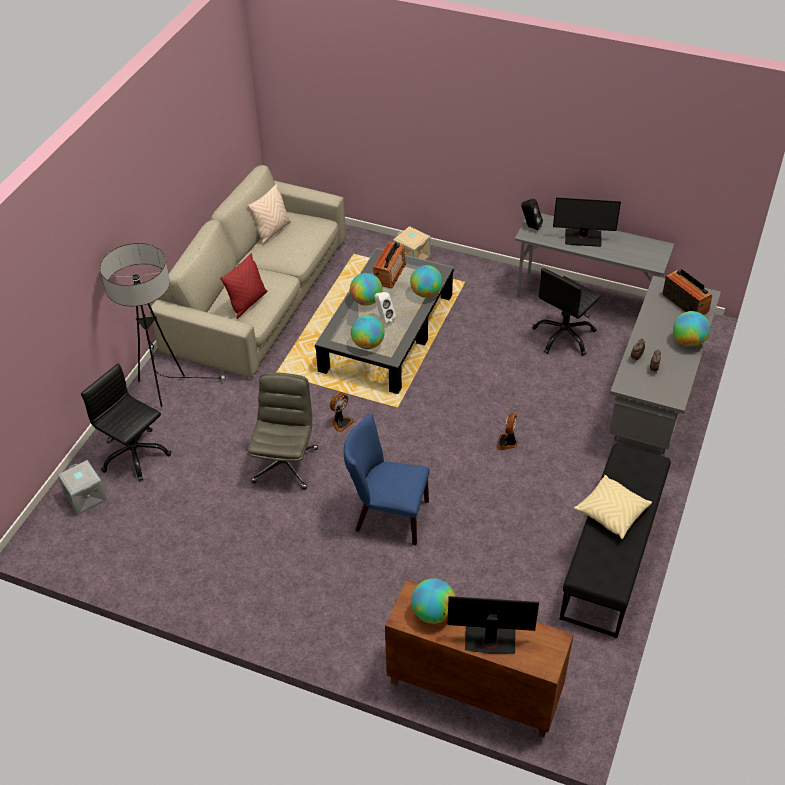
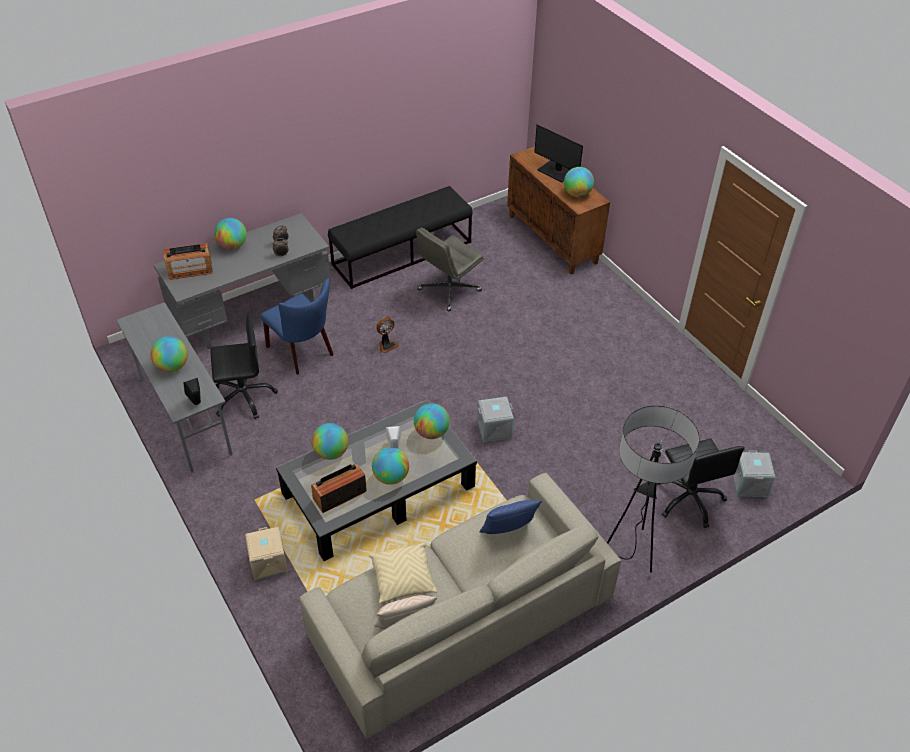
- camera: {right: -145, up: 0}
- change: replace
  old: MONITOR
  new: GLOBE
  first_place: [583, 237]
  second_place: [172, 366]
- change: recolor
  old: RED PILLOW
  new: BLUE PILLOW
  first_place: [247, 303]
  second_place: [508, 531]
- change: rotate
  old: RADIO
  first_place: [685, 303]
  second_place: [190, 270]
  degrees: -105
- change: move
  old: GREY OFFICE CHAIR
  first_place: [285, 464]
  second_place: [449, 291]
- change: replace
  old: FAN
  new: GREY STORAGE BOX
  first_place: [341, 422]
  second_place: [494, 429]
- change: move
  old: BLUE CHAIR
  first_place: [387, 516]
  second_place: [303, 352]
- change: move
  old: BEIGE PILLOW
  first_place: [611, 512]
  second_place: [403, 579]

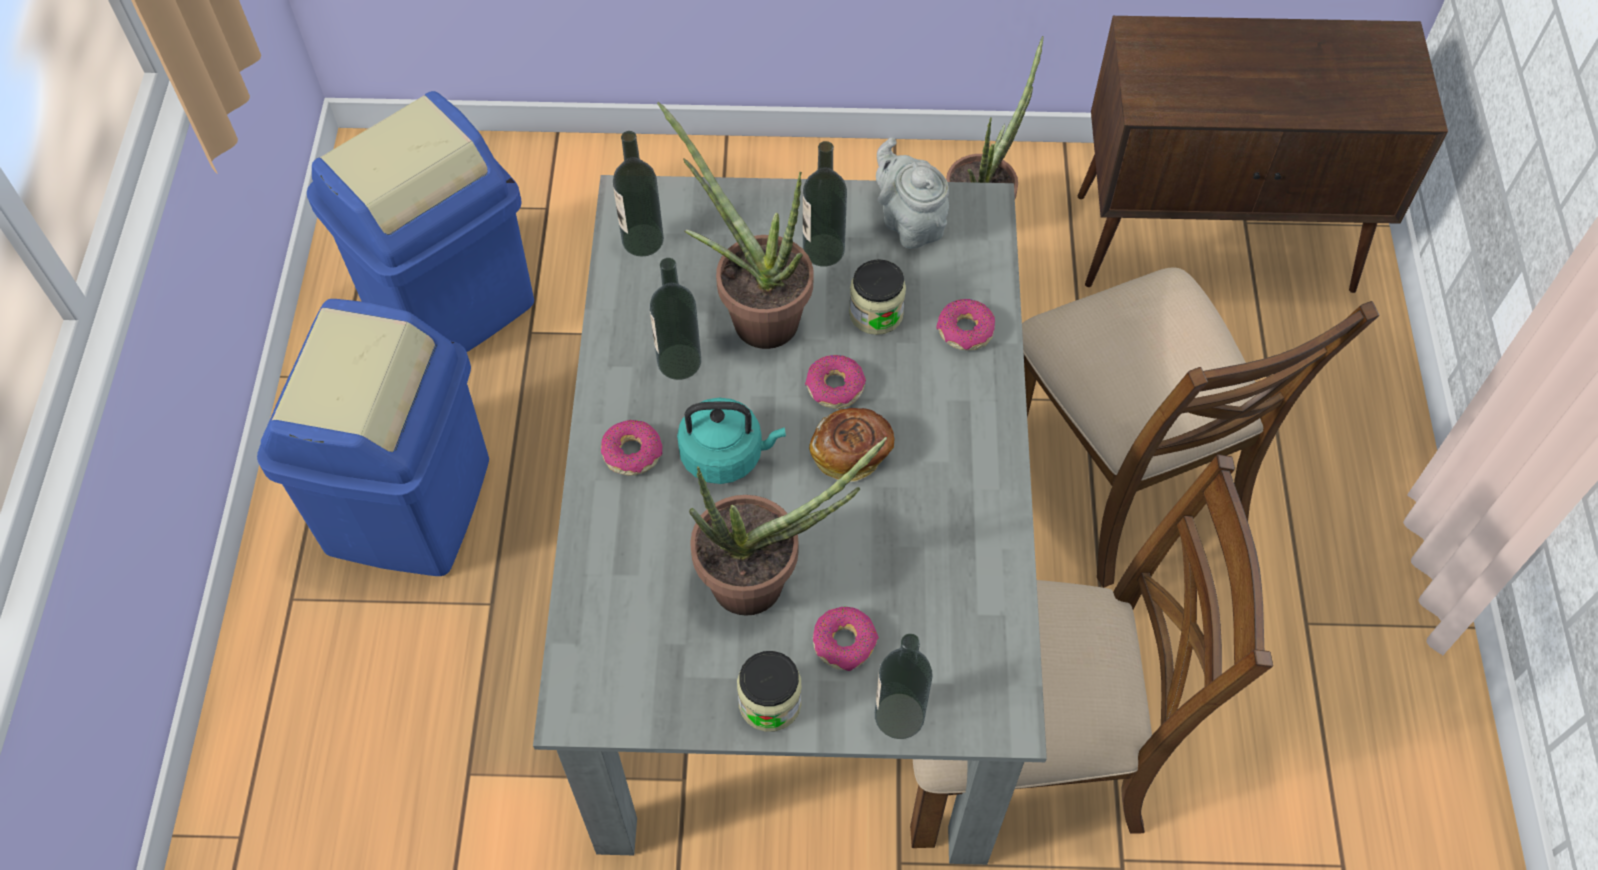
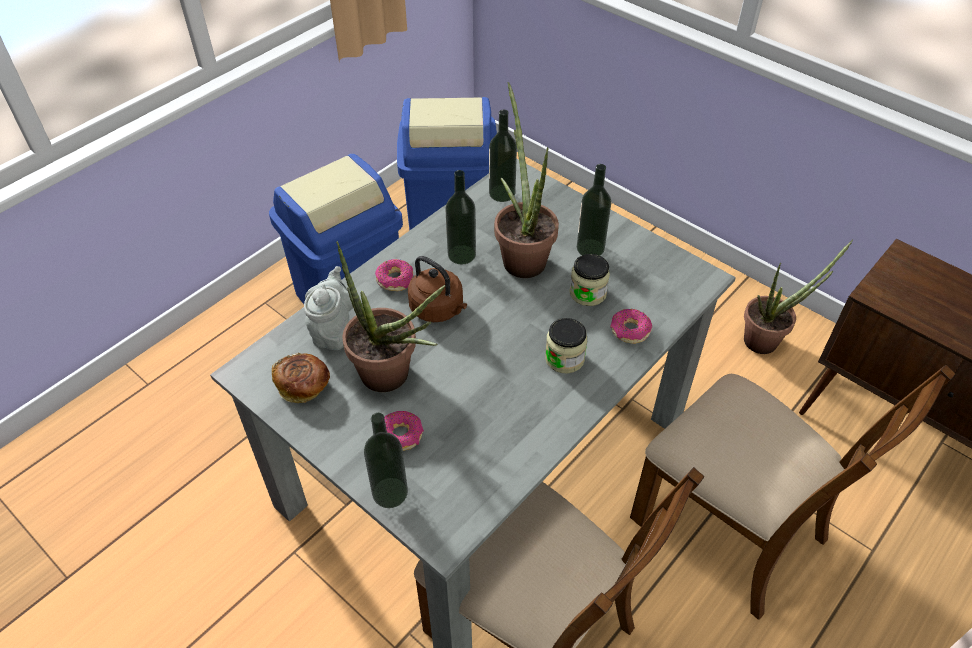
- camera: {right: 40, up: -10}
- change: move
  old: GREY TEAPOT
  first_place: [909, 223]
  second_place: [333, 331]
- change: rotate
  old: BROWN CHAIR
  first_place: [1124, 476]
  second_place: [731, 528]
  degrees: -60
- change: delete
  old: DONUT
  first_place: [834, 387]
- change: recolor
  old: TURQUOISE KETTLE
  new: BROWN KETTLE
  first_place: [726, 455]
  second_place: [439, 309]
- change: move
  old: BREAD
  first_place: [852, 453]
  second_place: [304, 386]
- change: move
  old: JAR
  first_place: [770, 702]
  second_place: [564, 358]

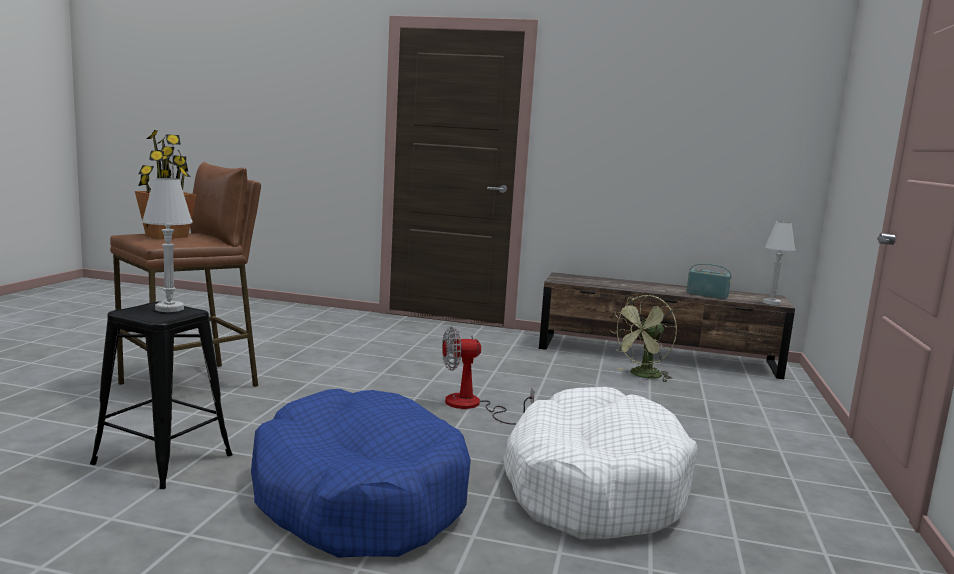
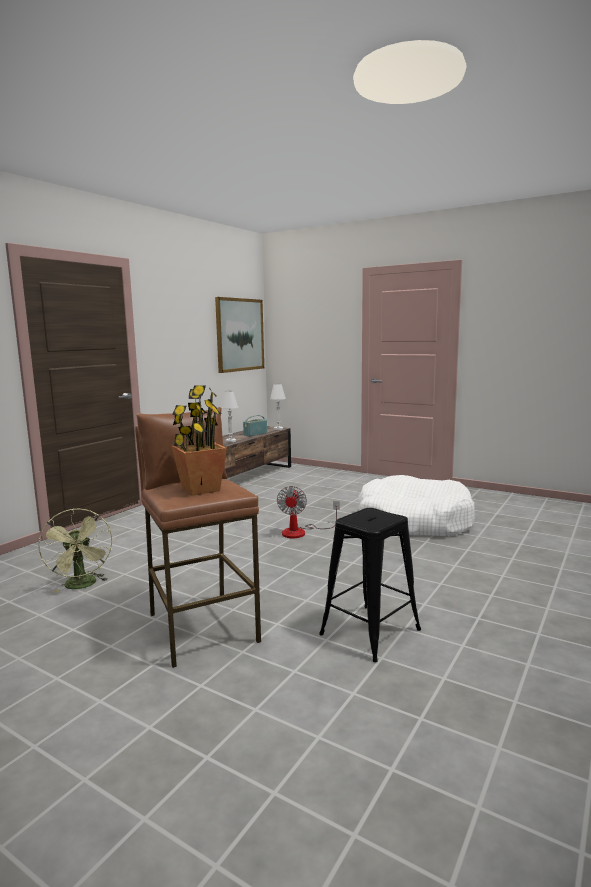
- camera: {right: -70, up: 0}
- change: move
  old: WHITE TABLE LAMP
  first_place: [169, 308]
  second_place: [230, 441]
- change: move
  old: GREEN FAN
  first_place: [642, 376]
  second_place: [82, 586]
- change: delete
  old: BLUE DOG BED
  first_place: [358, 497]
- change: insert
  new: PICTURE
  second_place: [240, 335]

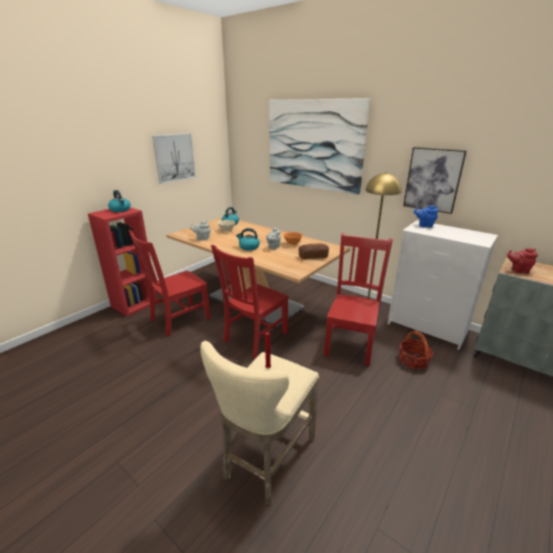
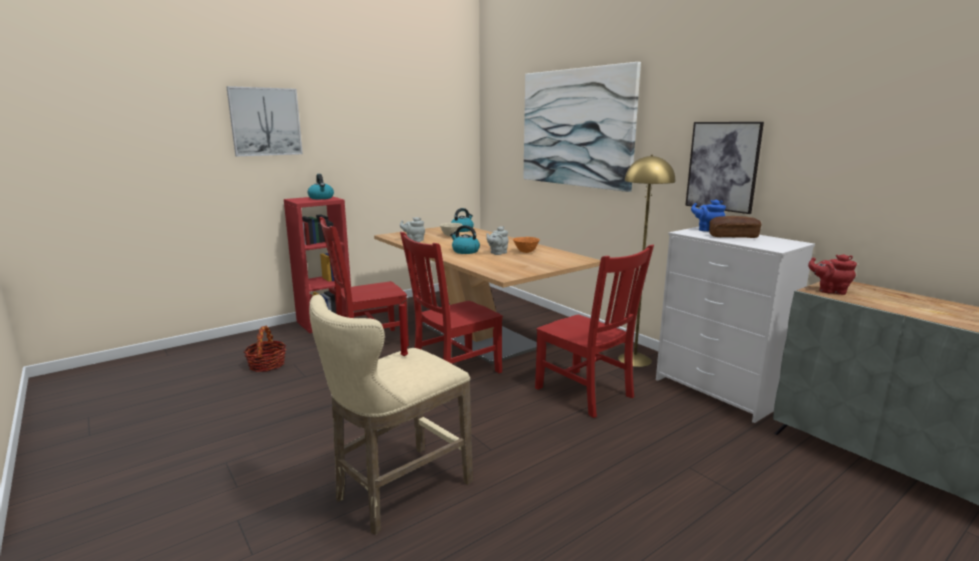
- camera: {right: 15, up: -10}
- change: move
  old: PICTURE
  first_place: [174, 157]
  second_place: [265, 122]
- change: rotate
  old: RED CHAIR
  first_place: [351, 343]
  second_place: [586, 393]
  degrees: 105
- change: move
  old: BREAD
  first_place: [313, 256]
  second_place: [733, 236]
- change: move
  old: BASKET
  first_place: [413, 360]
  second_place: [267, 365]

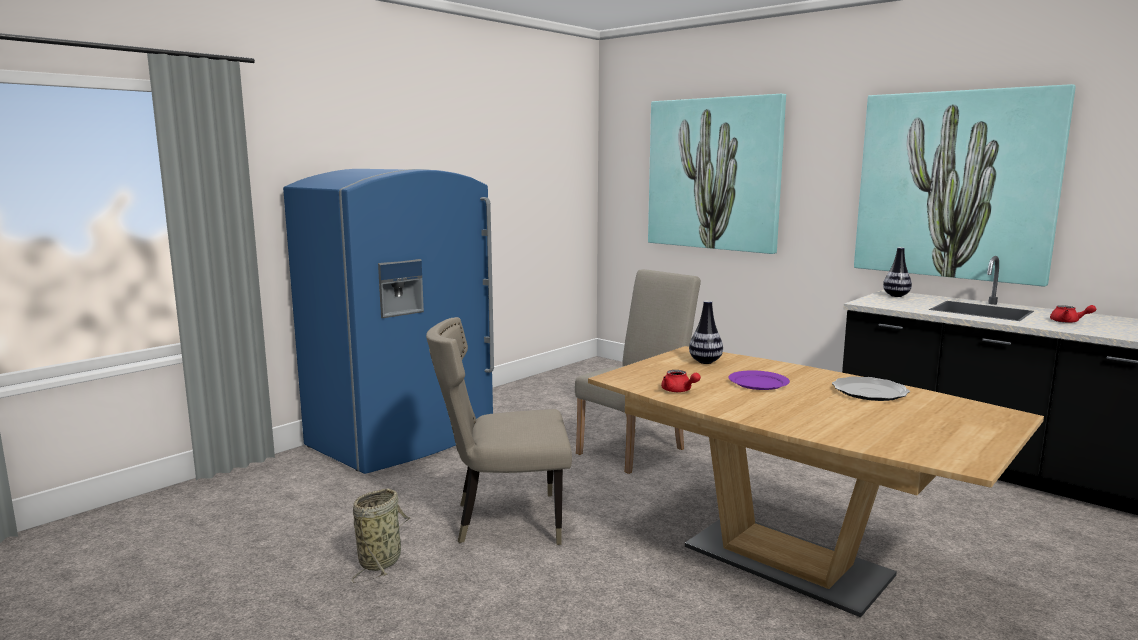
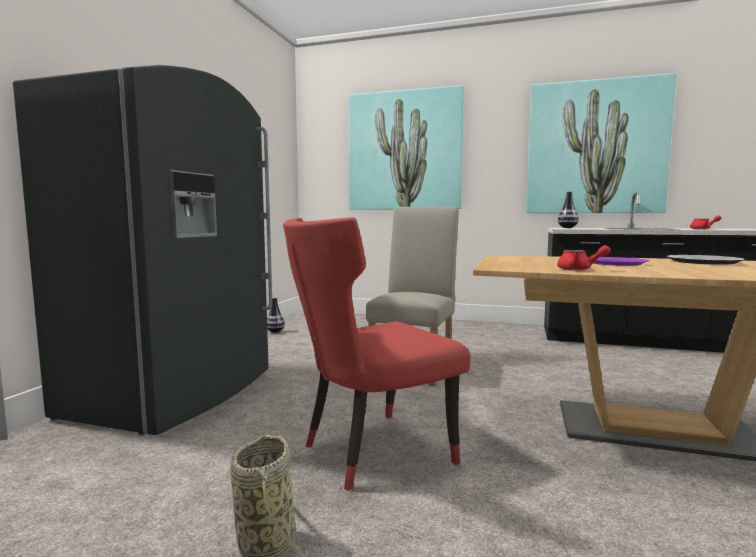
- camera: {right: -25, up: -5}
- change: recolor
  old: BLUE FRIDGE
  new: GREY FRIDGE
  first_place: [404, 440]
  second_place: [176, 393]
- change: move
  old: VASE
  first_place: [705, 362]
  second_place: [275, 331]
- change: recolor
  old: BEIGE CHAIR
  new: RED CHAIR
  first_place: [504, 520]
  second_place: [370, 452]

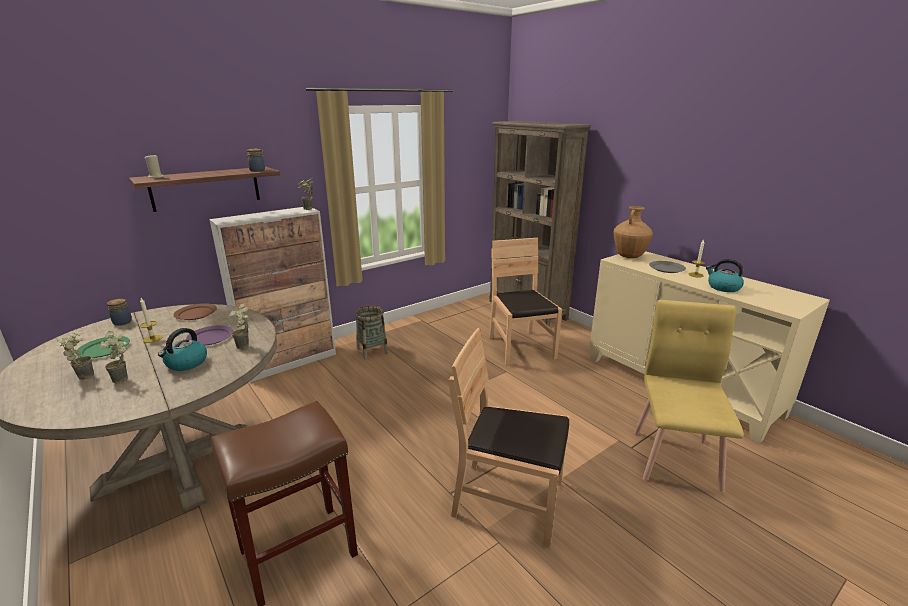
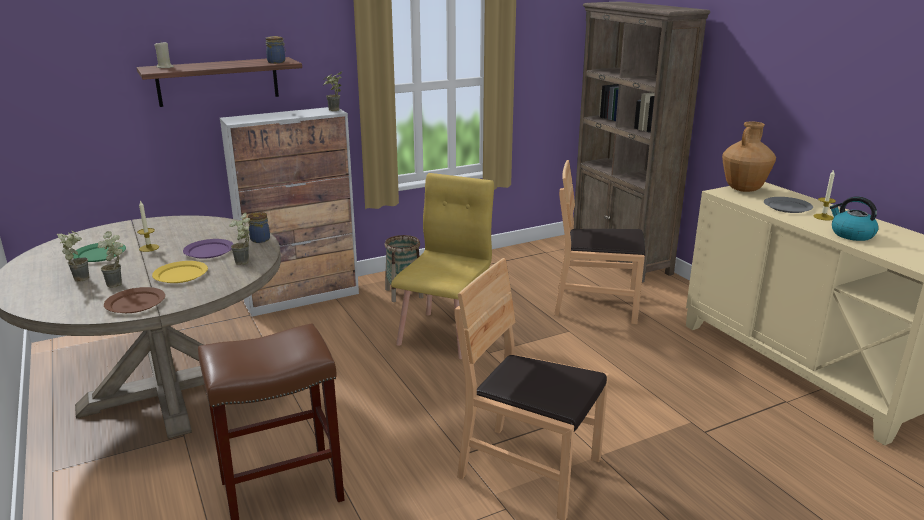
- camera: {right: 10, up: 0}
- change: rotate
  old: BROWN CHAIR
  first_place: [520, 347]
  second_place: [596, 304]
  degrees: -75
- change: move
  old: JAR
  first_place: [123, 322]
  second_place: [260, 239]
- change: move
  old: YELLOW CHAIR
  first_place: [676, 458]
  second_place: [445, 334]
- change: move
  old: BROWN PLATE
  first_place: [196, 313]
  second_place: [135, 303]
- change: replace
  old: KETTLE
  new: YELLOW PLATE
  first_place: [186, 363]
  second_place: [181, 274]

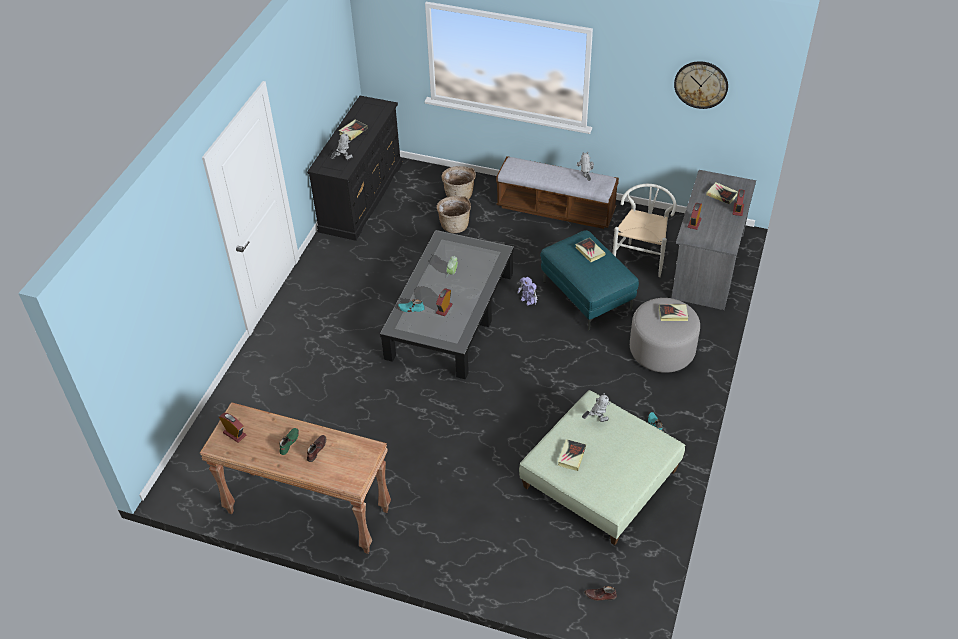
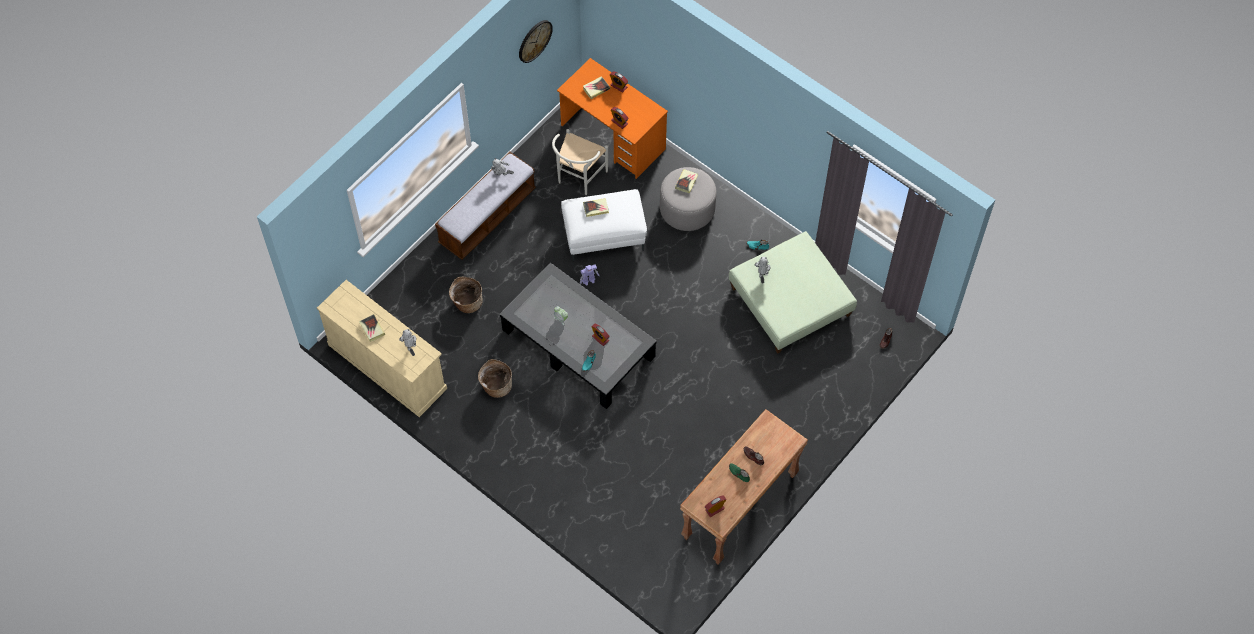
- camera: {right: -70, up: 15}
- change: recolor
  old: BLACK DRESSER
  new: BEIGE DRESSER
  first_place: [361, 196]
  second_place: [386, 366]
- change: move
  old: BASKET
  first_place: [459, 194]
  second_place: [496, 386]
- change: recolor
  old: GREY DESK
  new: ORANGE DESK
  first_place: [707, 266]
  second_place: [613, 137]
- change: rotate
  old: WHITE CHAIR
  first_place: [642, 256]
  second_place: [578, 178]
  degrees: -105
- change: recolor
  old: TURQUOISE OTTOMAN
  new: WHITE OTTOMAN
  first_place: [587, 295]
  second_place: [604, 235]
- change: delete
  old: BOOK
  first_place: [571, 456]

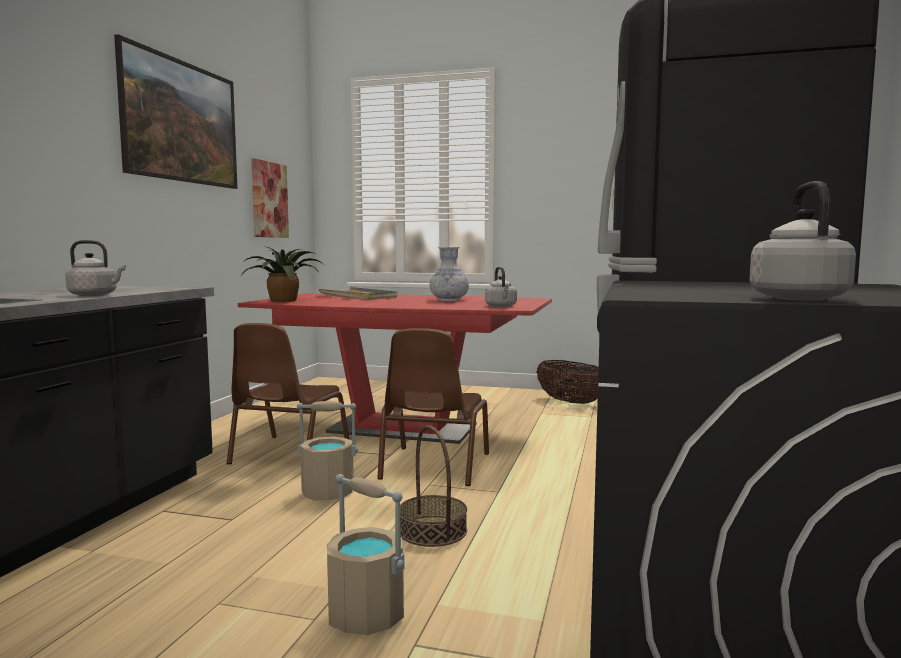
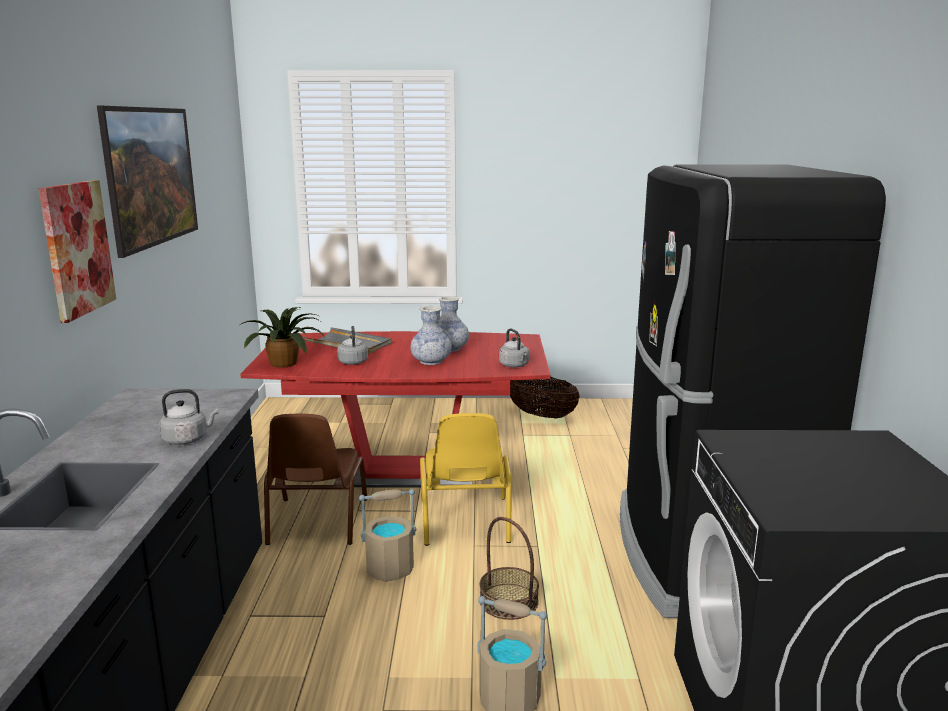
- camera: {right: -15, up: 10}
- change: move
  old: PICTURE
  first_place: [269, 200]
  second_place: [77, 248]
- change: move
  old: GREY KETTLE
  first_place: [796, 298]
  second_place: [353, 362]
- change: recolor
  old: BROWN CHAIR
  new: YELLOW CHAIR
  first_place: [433, 467]
  second_place: [465, 522]
- change: insert
  new: VASE
  second_place: [431, 361]

